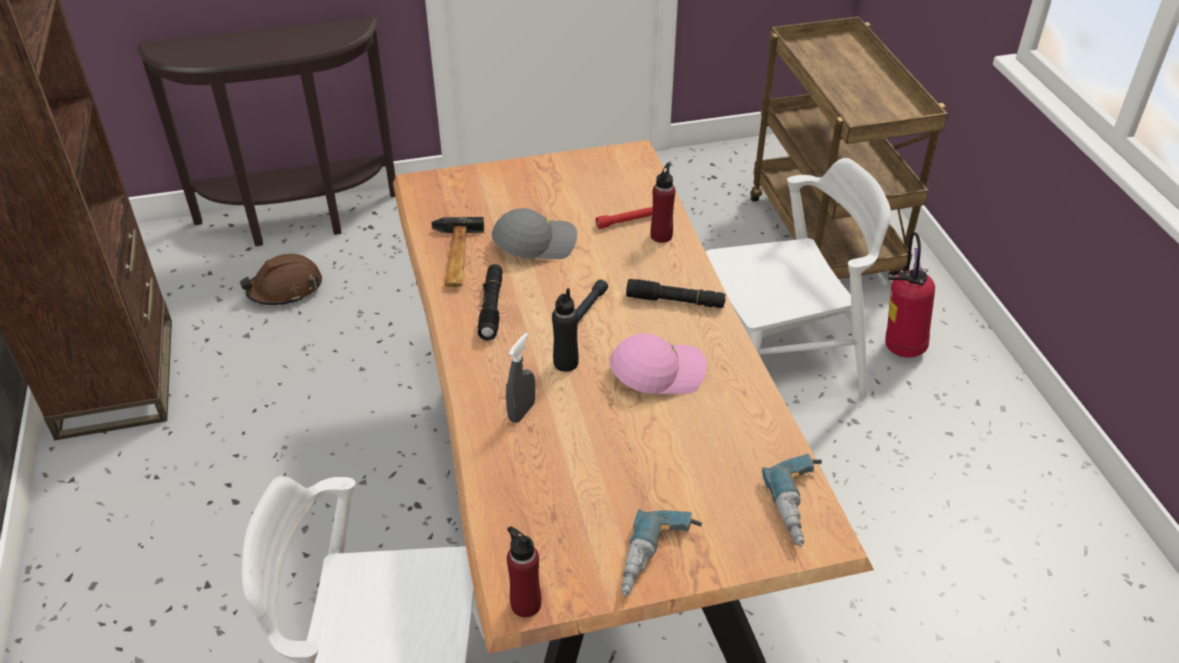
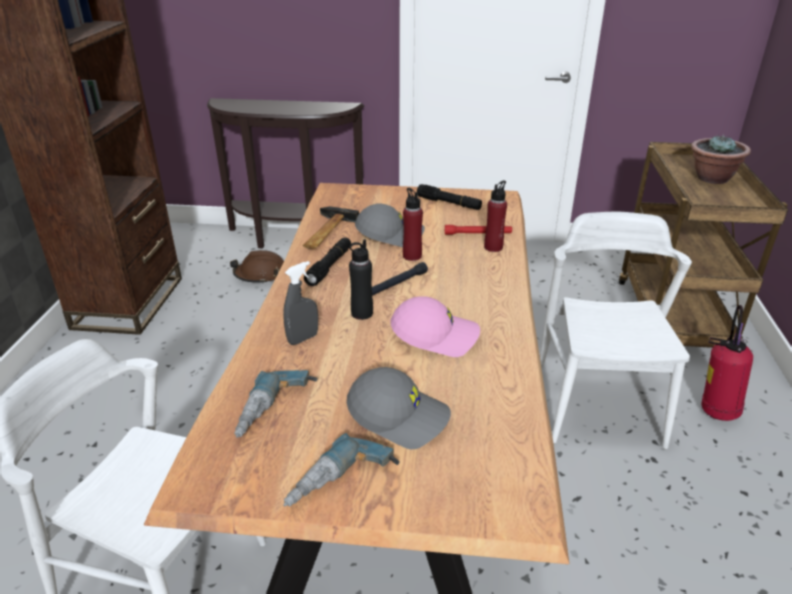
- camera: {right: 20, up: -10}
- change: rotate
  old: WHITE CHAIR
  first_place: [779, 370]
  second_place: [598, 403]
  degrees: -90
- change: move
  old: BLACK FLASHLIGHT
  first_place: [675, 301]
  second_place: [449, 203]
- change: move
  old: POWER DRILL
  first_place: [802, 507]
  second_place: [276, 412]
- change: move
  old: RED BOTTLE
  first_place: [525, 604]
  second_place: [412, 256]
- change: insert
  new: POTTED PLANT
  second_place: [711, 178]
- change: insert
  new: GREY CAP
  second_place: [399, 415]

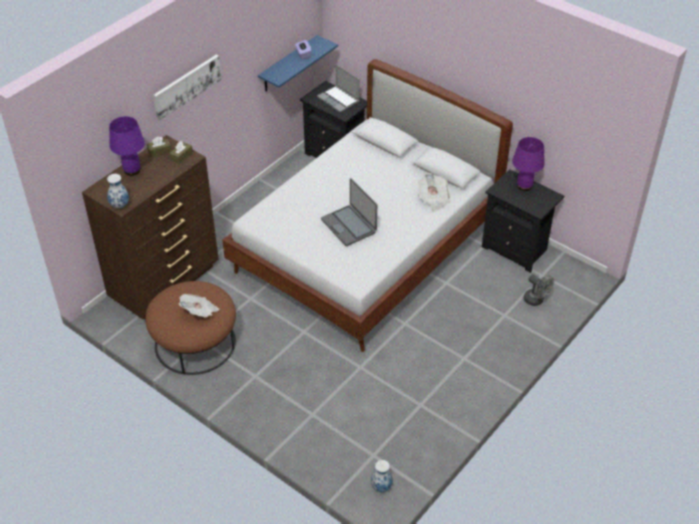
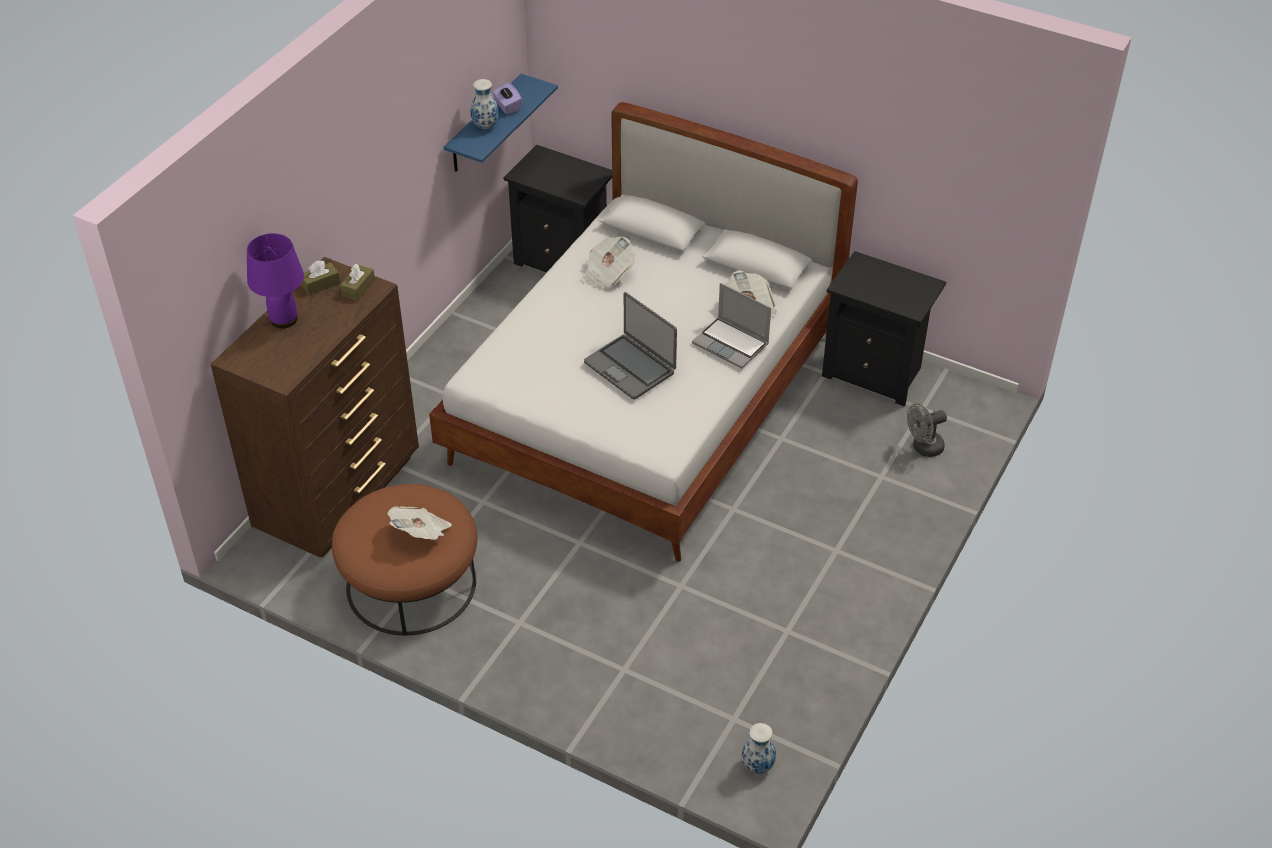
- camera: {right: -10, up: 0}
- change: delete
  old: PICTURE
  first_place: [187, 86]
- change: move
  old: LAPTOP
  first_place: [339, 100]
  second_place: [732, 344]
- change: delete
  old: PURPLE TABLE LAMP
  first_place: [524, 186]
- change: move
  old: VASE
  first_place: [120, 206]
  second_place: [486, 126]
- change: rotate
  old: GREY FAN
  first_place: [536, 301]
  second_place: [923, 448]
  degrees: 120
- change: insert
  new: NEWSPAPER
  second_place: [607, 274]

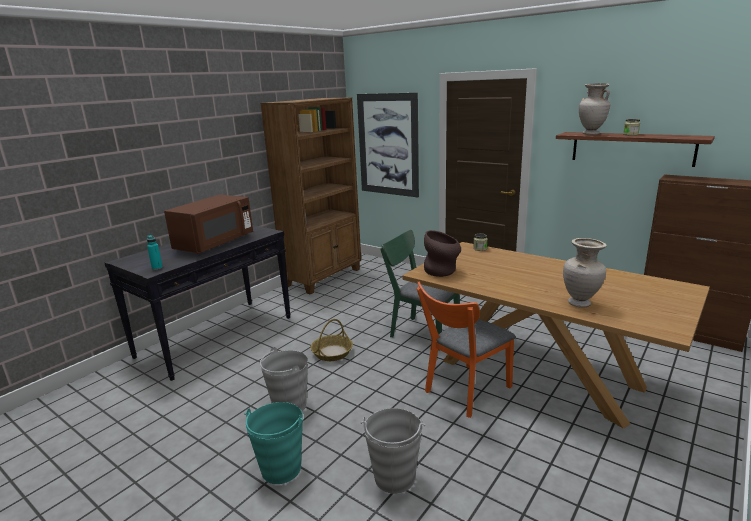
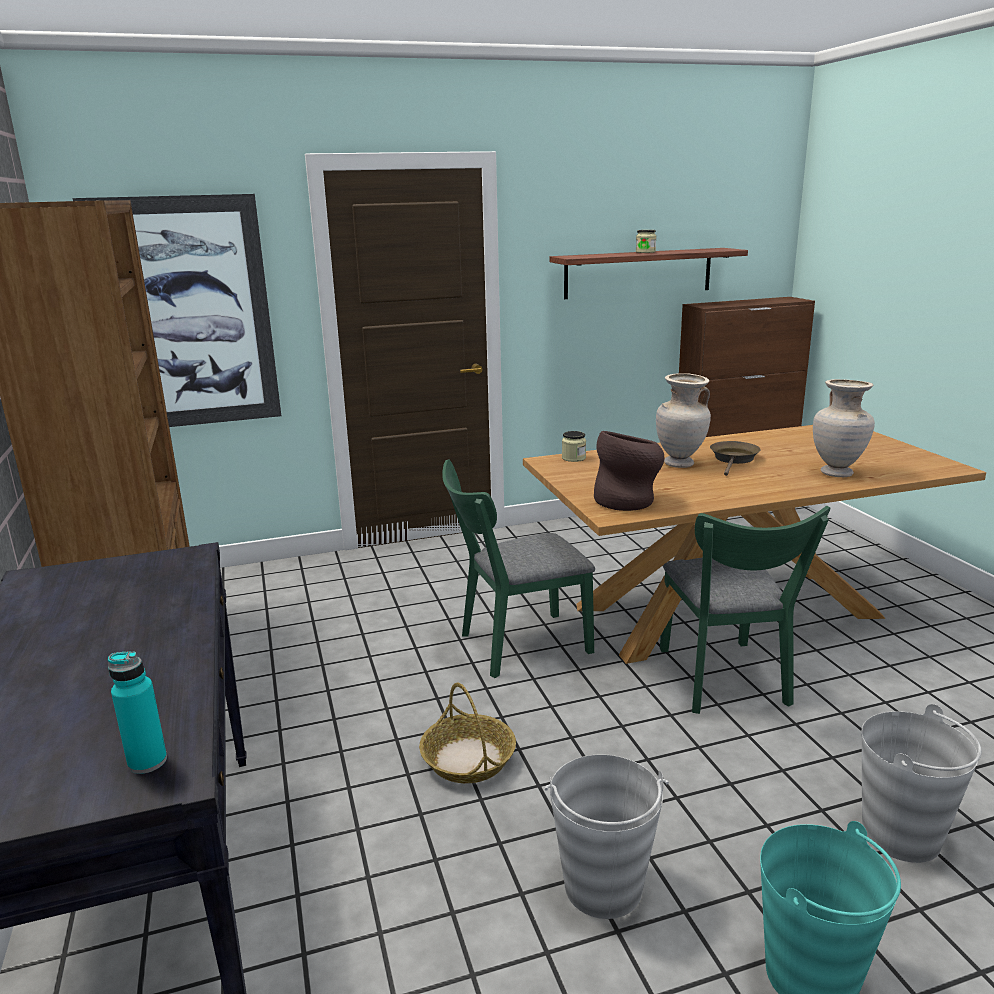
- camera: {right: -55, up: 0}
- change: move
  old: BEIGE VASE
  first_place: [591, 134]
  second_place: [680, 464]
- change: delete
  old: BROWN MICROWAVE
  first_place: [214, 243]
- change: recolor
  old: ORANGE CHAIR
  new: GREEN CHAIR
  first_place: [464, 392]
  second_place: [725, 682]
- change: insert
  new: BROWN FRYING PAN
  second_place: [734, 459]

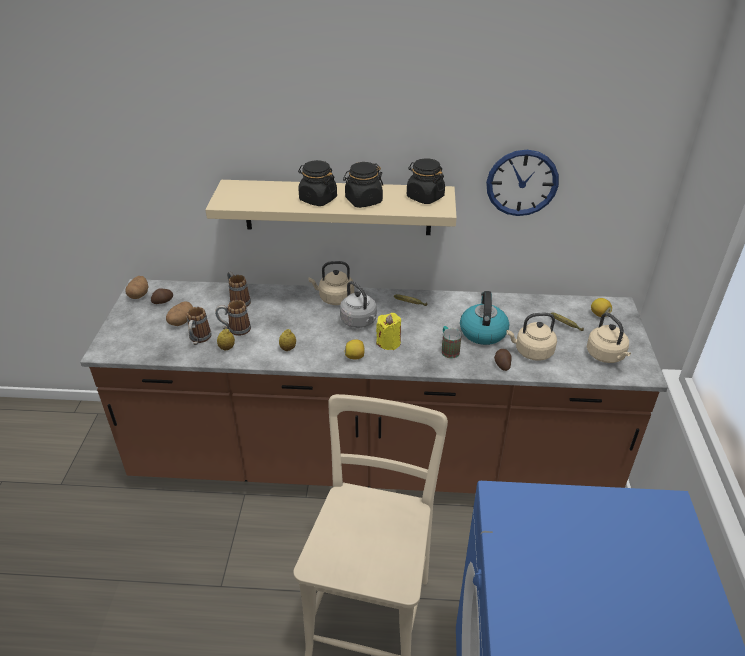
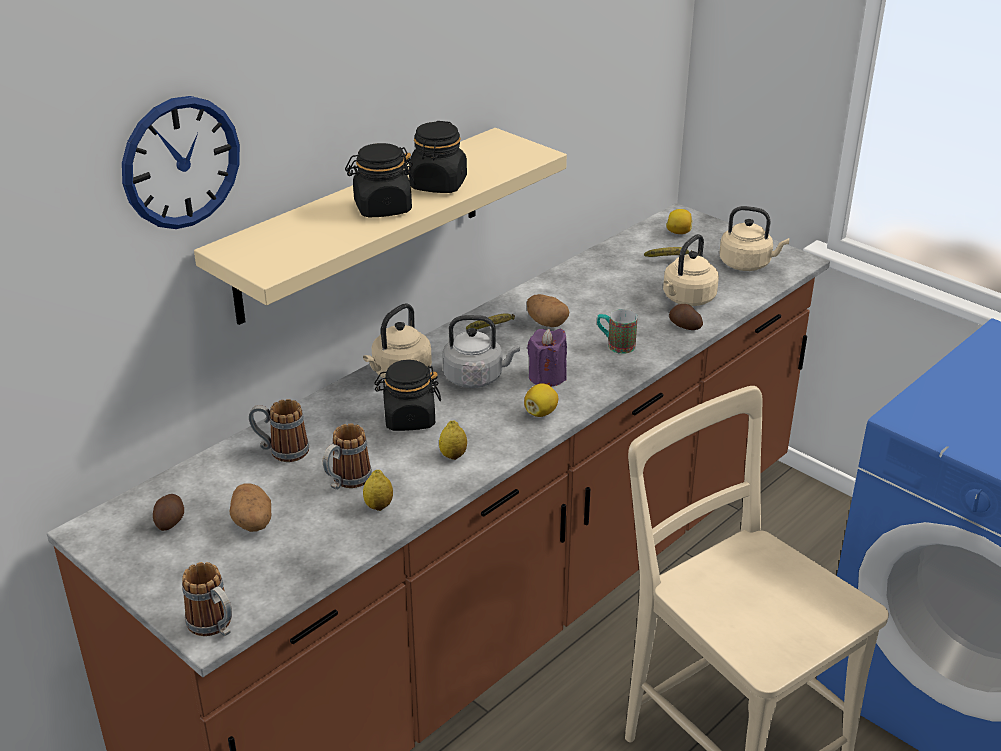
- camera: {right: -50, up: -5}
- change: move
  old: WALL CLOCK
  first_place: [522, 183]
  second_place: [181, 162]
- change: move
  old: BLACK JAR
  first_place: [425, 197]
  second_place: [409, 419]
- change: move
  old: POTATO
  first_place: [139, 295]
  second_place: [546, 323]
- change: delete
  old: KETTLE
  first_place: [482, 332]
- change: move
  old: MUG
  first_place: [199, 340]
  second_place: [215, 627]
- change: recolor
  old: YELLOW CANDLE
  new: PURPLE CANDLE
  first_place: [388, 342]
  second_place: [547, 377]

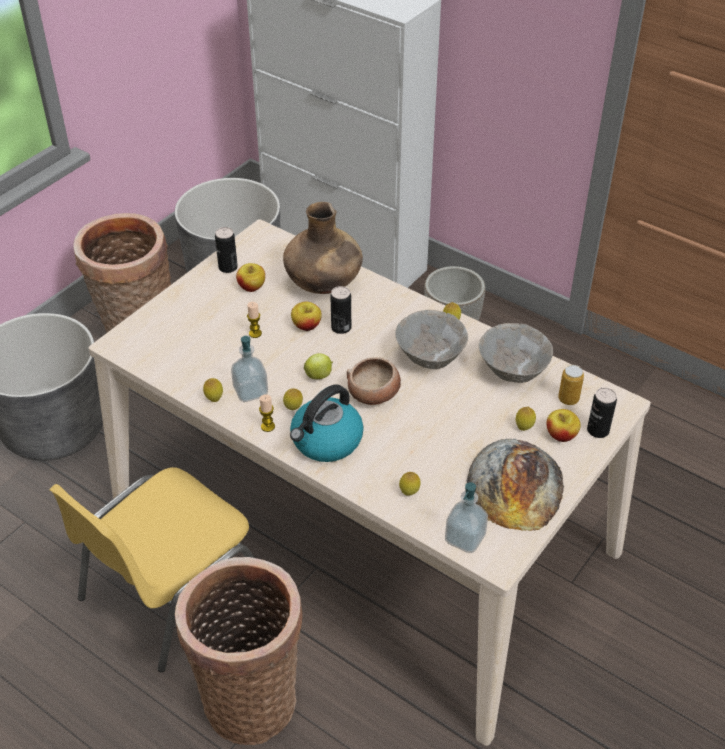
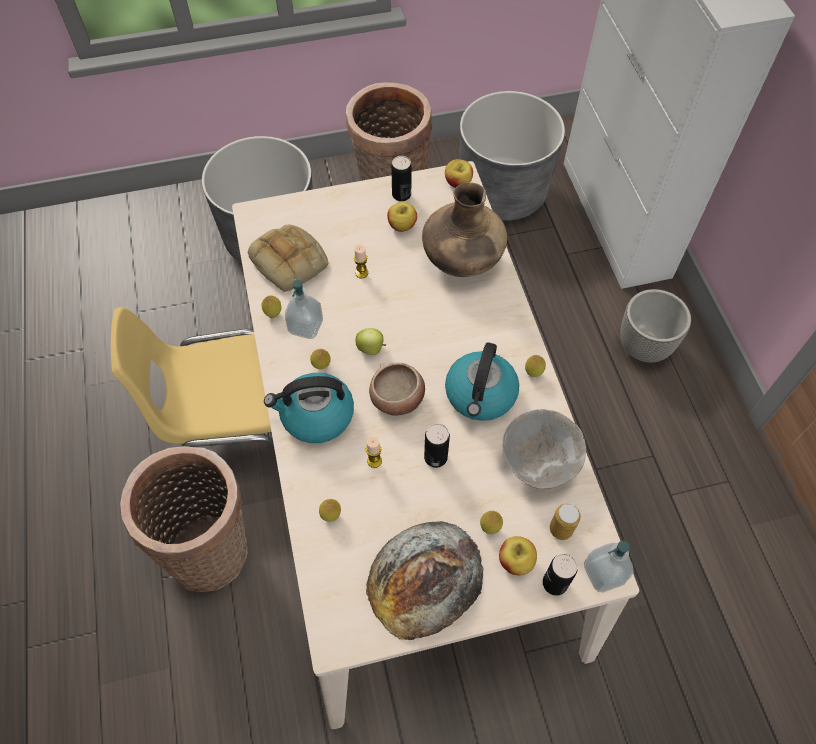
- camera: {right: 40, up: 15}
- change: move
  old: CAN
  first_place: [341, 328]
  second_place: [435, 457]
- change: move
  old: APPLE
  first_place: [306, 326]
  second_place: [458, 182]
- change: replace
  old: GREY BOWL
  new: KETTLE
  first_place: [430, 357]
  second_place: [480, 395]
- change: move
  old: CANDLE
  first_place: [268, 426]
  second_place: [374, 461]
- change: move
  old: SOAP DISPENSER
  first_place: [465, 538]
  second_place: [604, 573]
- change: insert
  new: BREAD
  second_place: [290, 262]

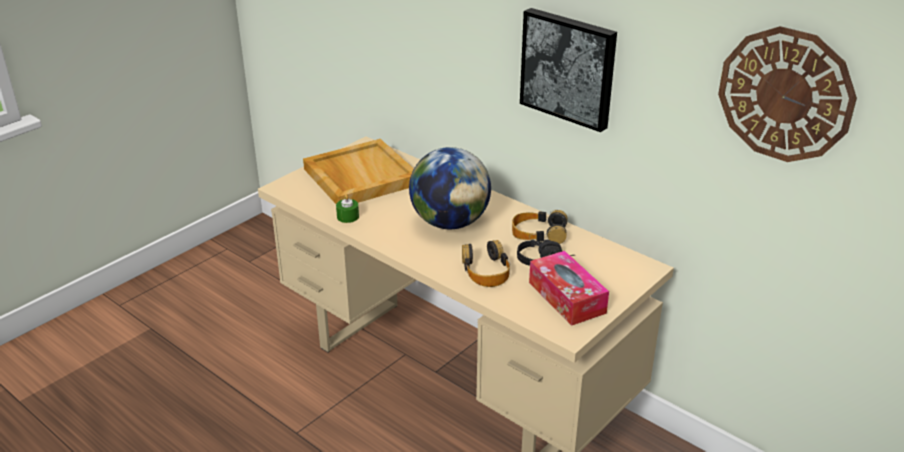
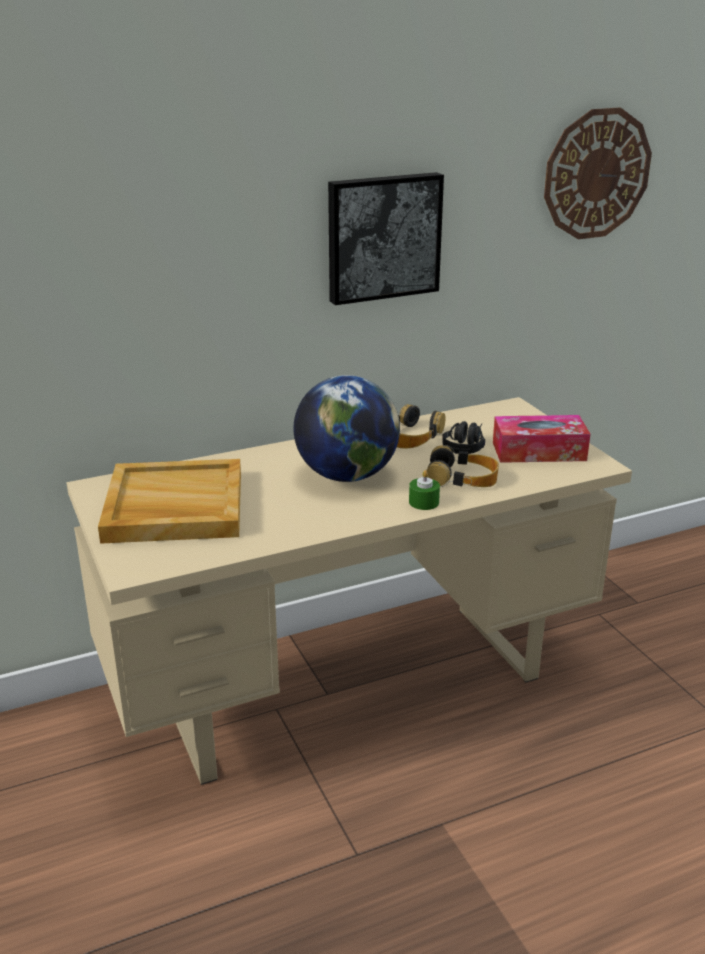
- camera: {right: -65, up: -5}
- change: move
  old: GREEN CANDLE
  first_place: [348, 217]
  second_place: [423, 502]

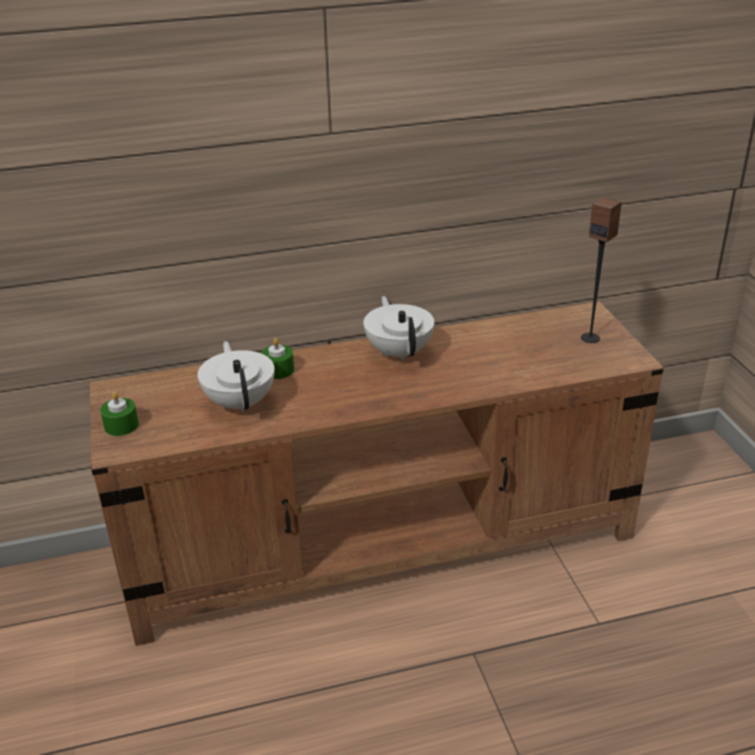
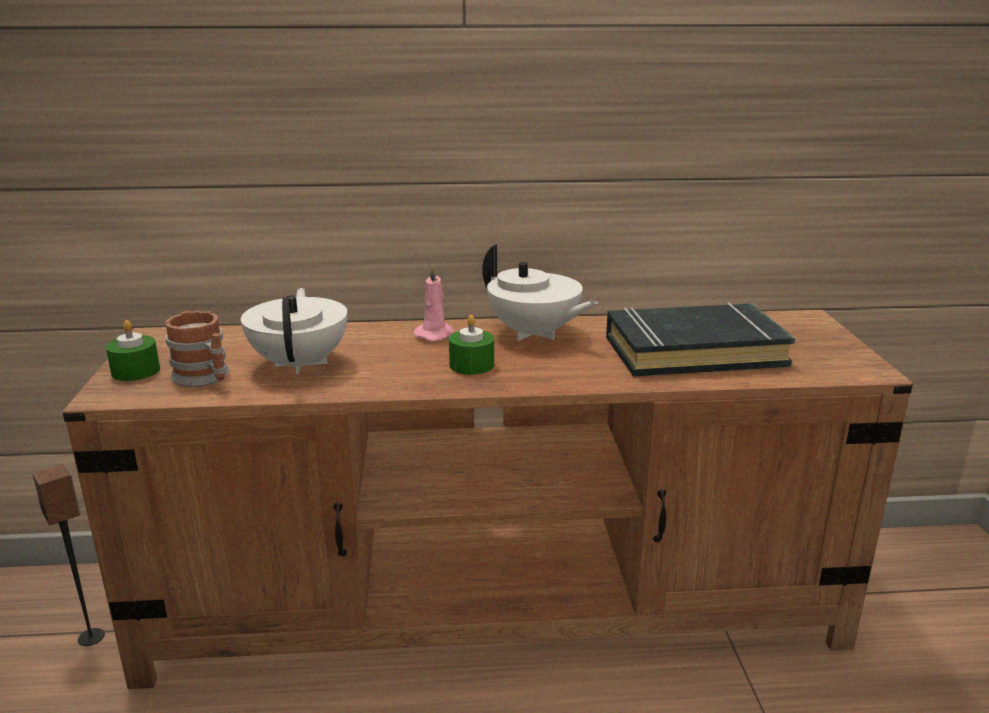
- camera: {right: 10, up: -10}
- change: move
  old: SPEAKER
  first_place: [590, 338]
  second_place: [92, 637]
- change: rotate
  old: WHITE TEAPOT
  first_place: [399, 352]
  second_place: [534, 334]
  degrees: 135
- change: move
  old: GREEN CANDLE
  first_place: [278, 370]
  second_place: [471, 365]
- change: insert
  new: PINK CANDLE
  second_place: [436, 334]
- change: insert
  new: BLACK BOOK
  second_place: [693, 351]
- change: insert
  new: MUG
  second_place: [205, 378]

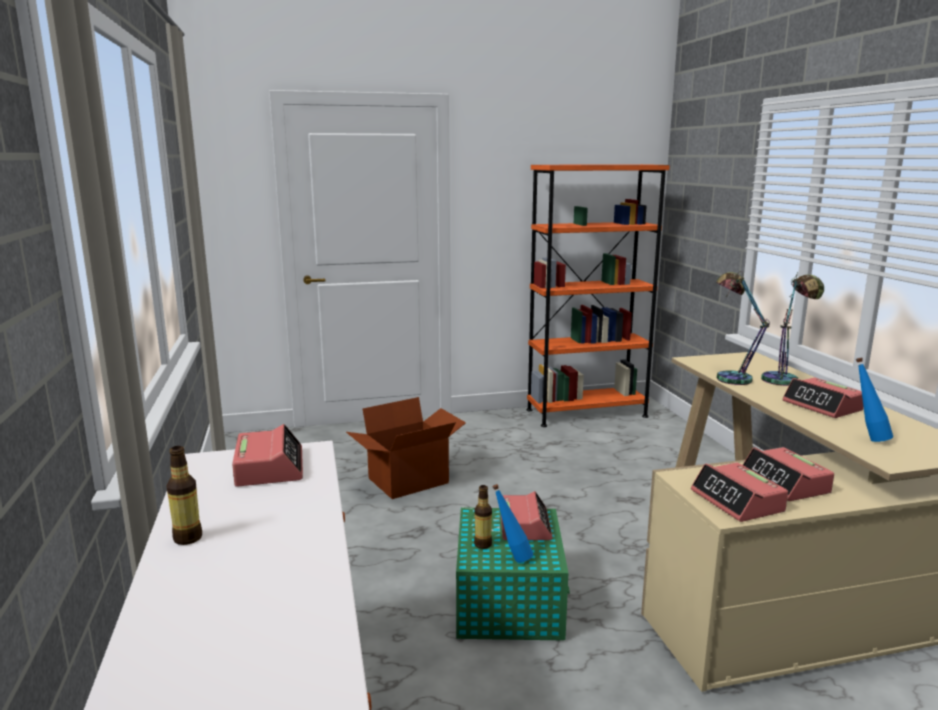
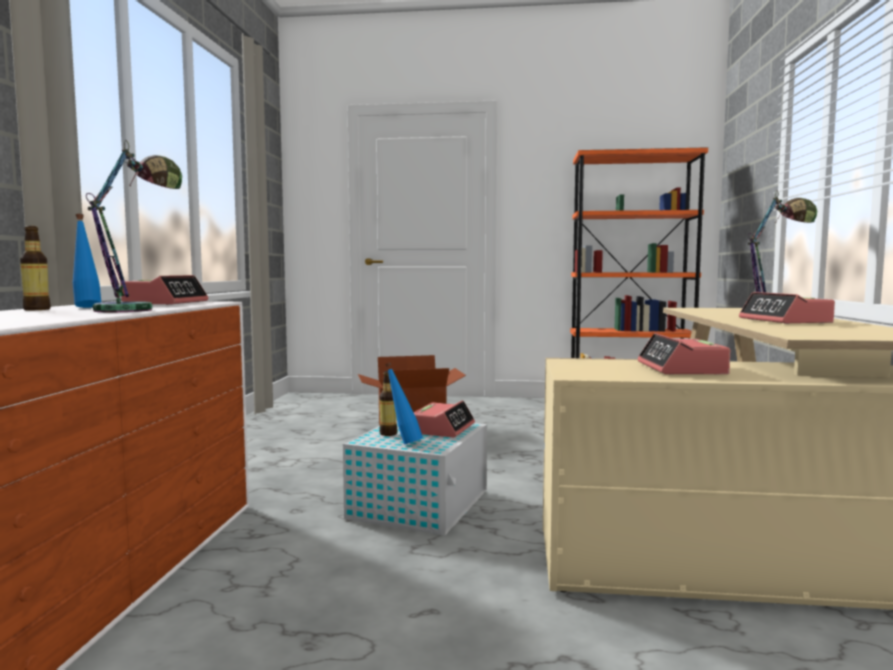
- camera: {right: 20, up: -10}
- change: move
  old: TABLE LAMP
  first_place: [731, 376]
  second_place: [138, 309]
- change: move
  old: BLUE BOTTLE
  first_place: [867, 438]
  second_place: [87, 307]
- change: delete
  old: ALARM CLOCK
  first_place: [737, 501]
- change: recolor
  old: GREEN STORAGE BOX
  new: WHITE STORAGE BOX
  first_place: [509, 599]
  second_place: [420, 504]

